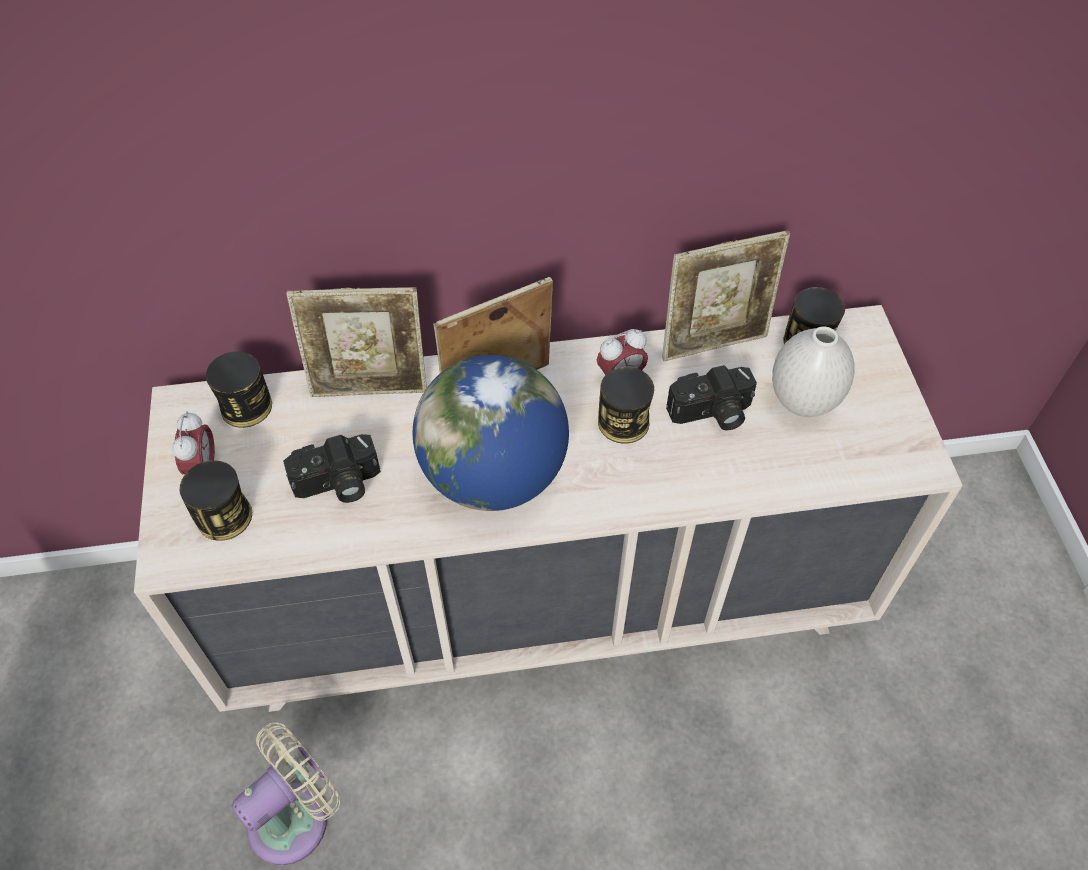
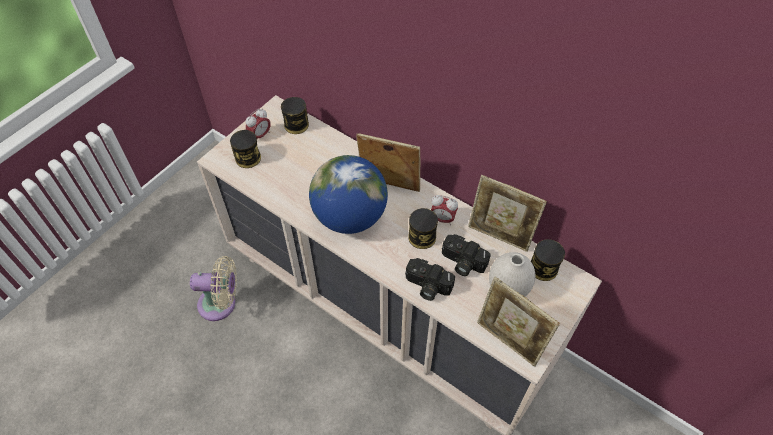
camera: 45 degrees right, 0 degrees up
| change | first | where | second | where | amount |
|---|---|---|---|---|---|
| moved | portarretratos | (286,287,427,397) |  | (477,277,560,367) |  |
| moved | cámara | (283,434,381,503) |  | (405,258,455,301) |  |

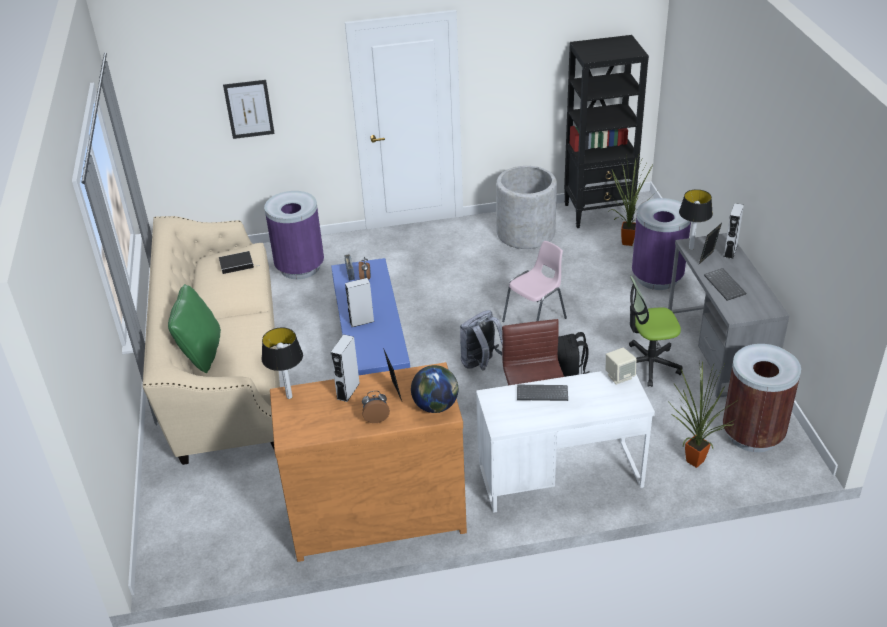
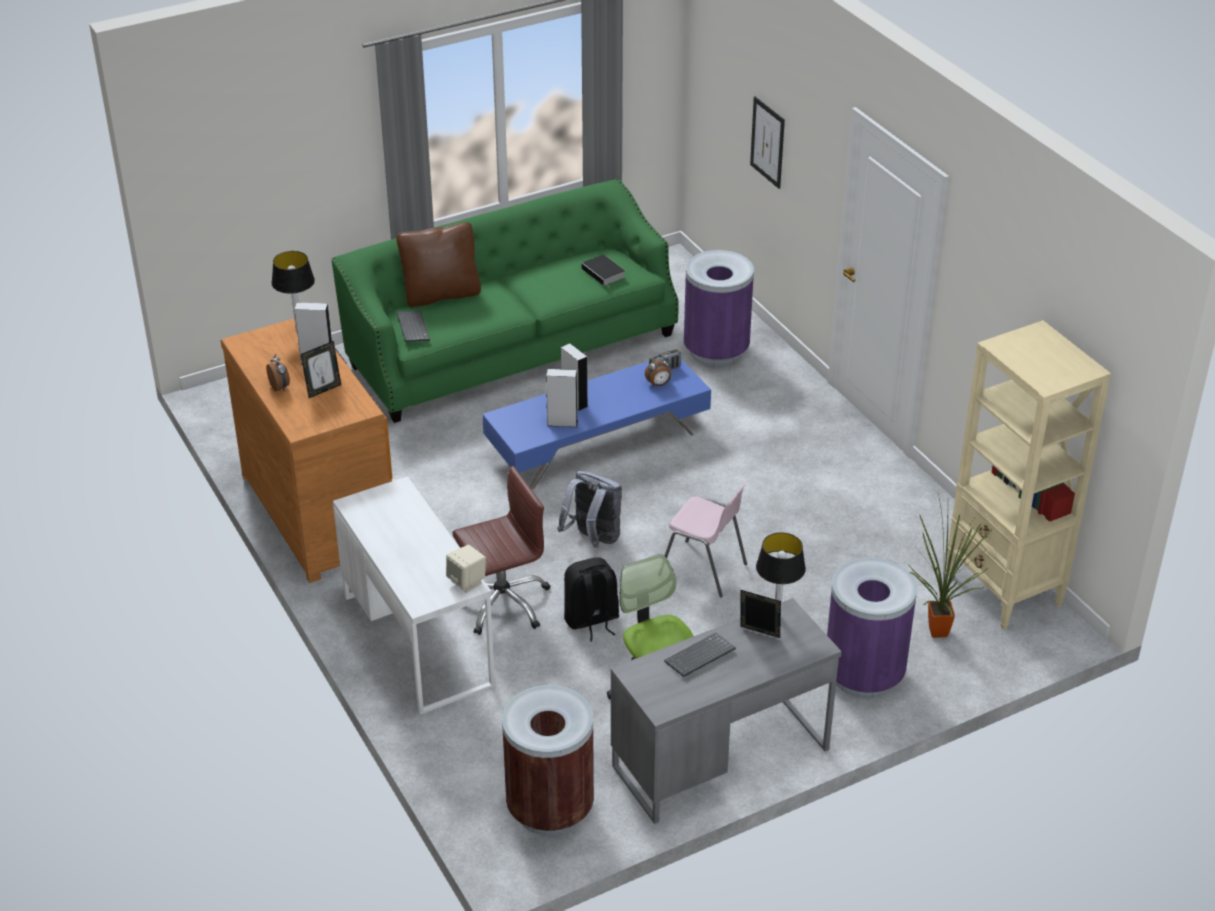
camera: 70 degrees right, 0 degrees up
| change | first | where | second | where | amount |
|---|---|---|---|---|---|
| recoloured | estantería [negro] | (564,35,649,228) | estantería [beis] | (946,320,1111,630) |  |
| removed | maceta [gris] | (496,166,557,249) |  |  |  |
| moved | altavoz [gris] | (723,203,744,259) |  | (546,369,578,427) |  |
| recoloured | sofá [beis] | (142,216,280,465) | sofá [verde] | (331,179,679,423) |  |
| recoloured | cojín [verde] | (168,284,221,373) | cojín [marrón] | (396,222,481,307) |  |
| removed | planta en maceta | (668,360,738,468) |  |  |  |
| removed | globo terráqueo | (411,365,458,413) |  |  |  |
| moved | teclado | (517,385,568,401) |  | (397,311,430,342) |  |

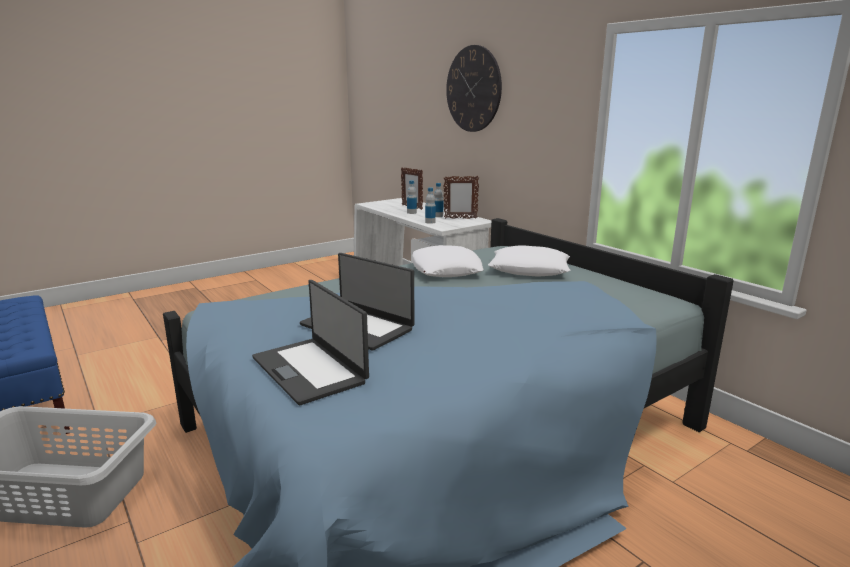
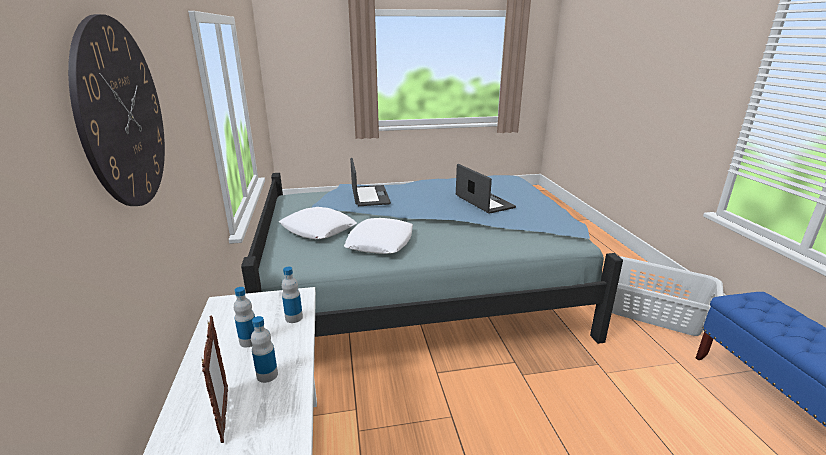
camera: 155 degrees left, 5 degrees up
| change | first | where | second | where | amount |
|---|---|---|---|---|---|
| removed | portarretratos | (443,176,479,219) |  |  |  |
| moved | portátil | (252,280,369,405) |  | (350,158,391,206) |  |

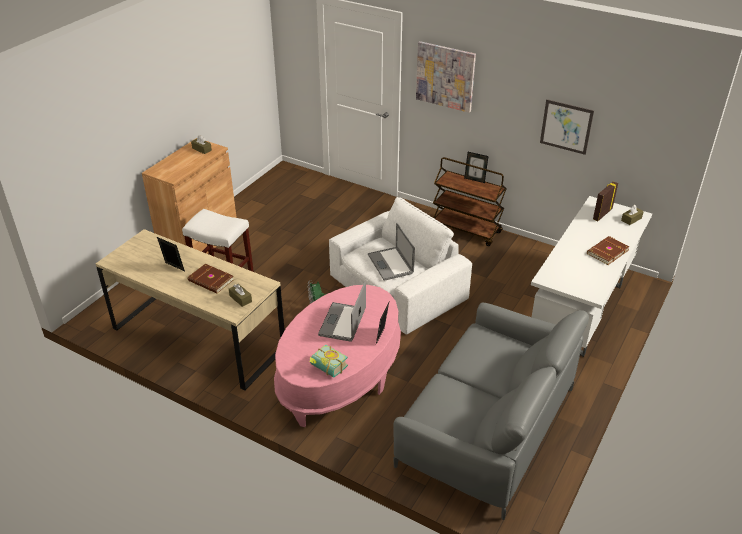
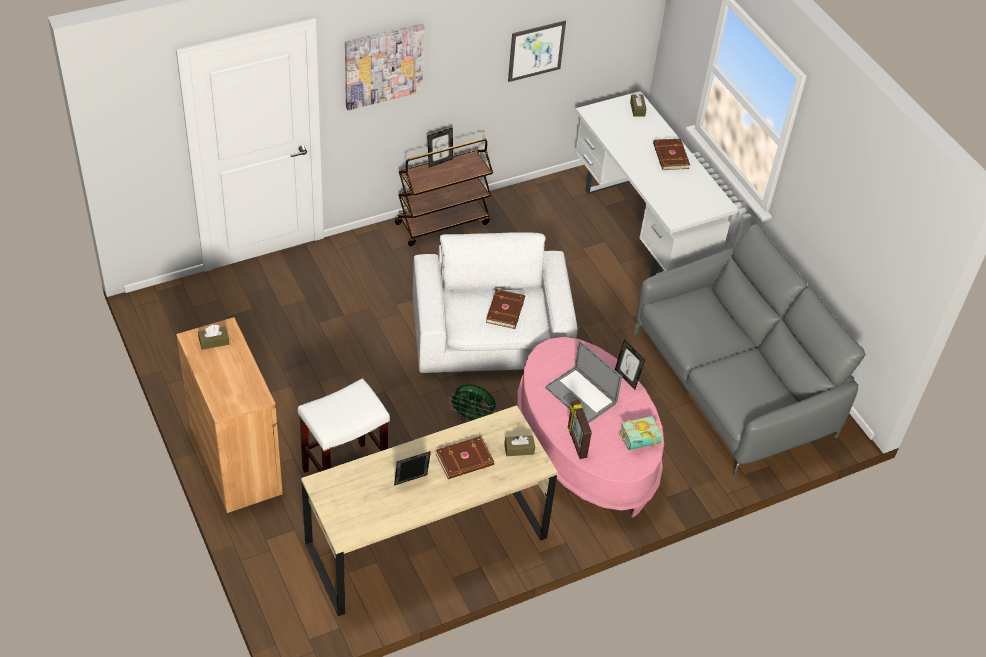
camera: 60 degrees left, 10 degrees up
| change | first | where | second | where | amount |
|---|---|---|---|---|---|
| moved | portarretratos | (593,181,618,221) |  | (568,400,592,459) |  |
| replaced | portátil | (368,222,415,281) | libro [marrón] | (486,289,525,329) |  |

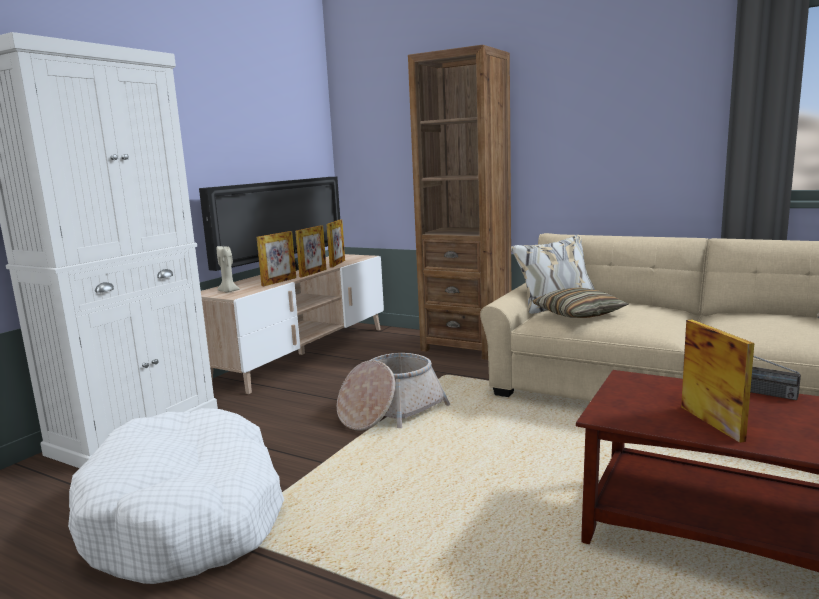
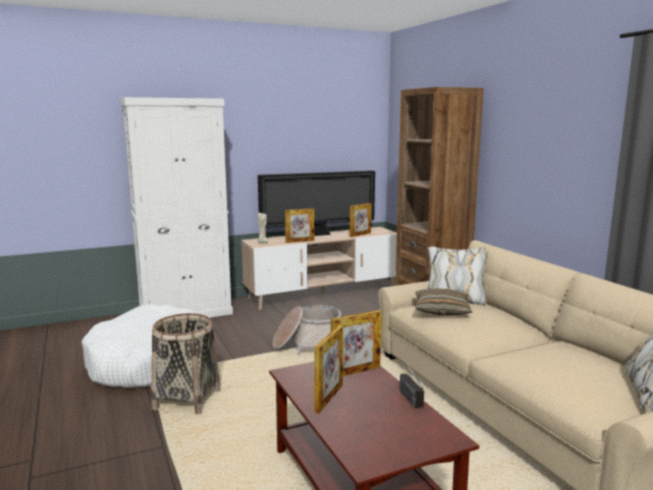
camera: 35 degrees right, 0 degrees up
| change | first | where | second | where | amount |
|---|---|---|---|---|---|
| moved | portarretratos | (295,225,327,277) |  | (331,310,382,376) |  |
| added |  |  | cesta | (151,313,221,415) |  |

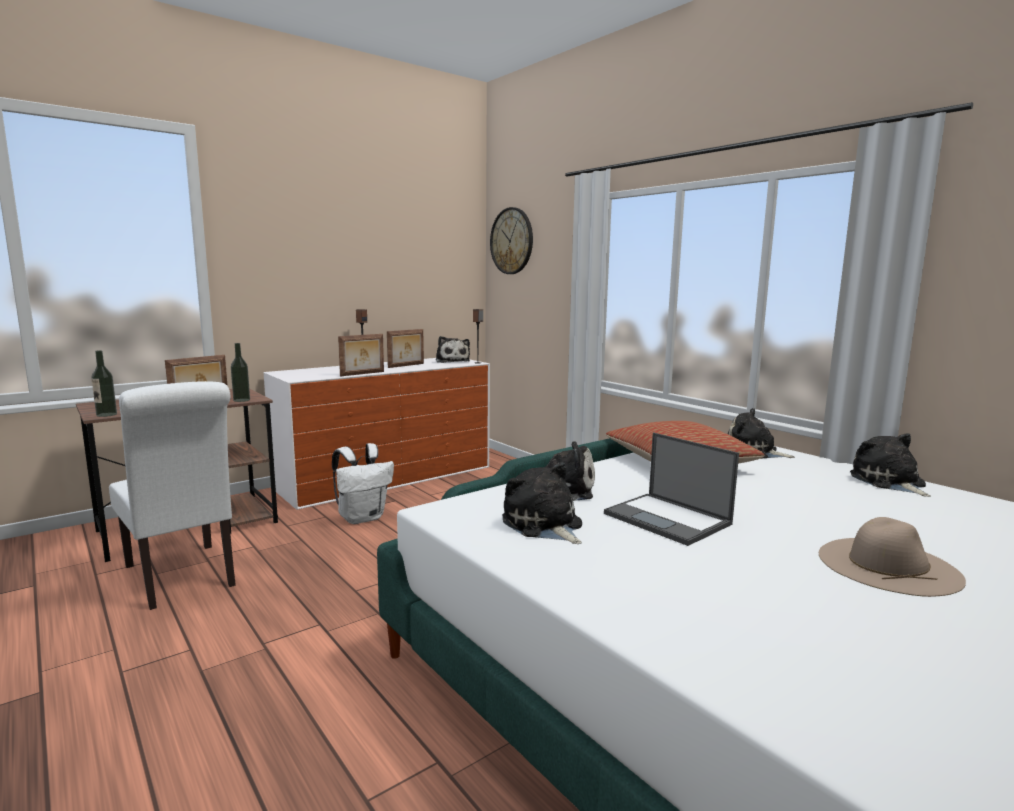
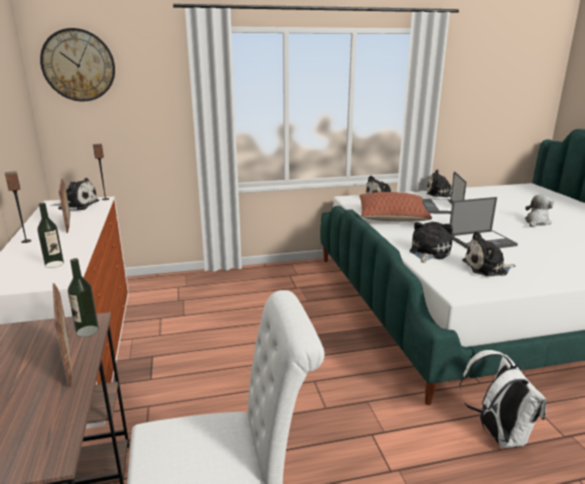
camera: 65 degrees left, 10 degrees up
| change | first | where | second | where | amount |
|---|---|---|---|---|---|
| removed | portarretratos | (338,334,384,377) |  |  |  |
| moved | botella | (91,350,117,417) |  | (37,203,64,268) |  |
| moved | mochila [blanco] | (332,443,394,524) |  | (459,350,547,448) |  |
| replaced | sombrero [beis] | (819,517,966,597) | peluche | (525,195,554,227) |  |
| added |  |  | portátil | (422,171,467,214) |  |

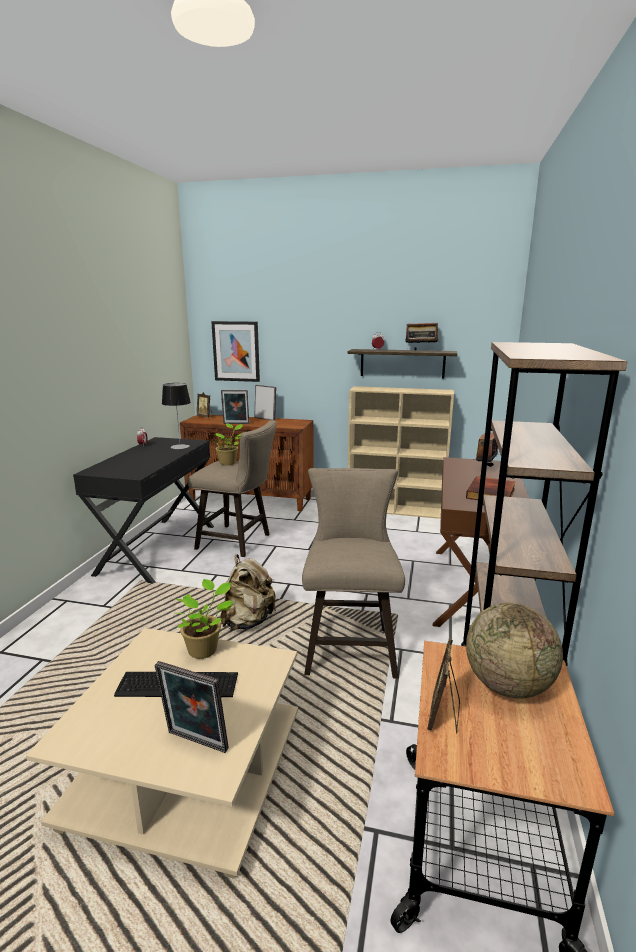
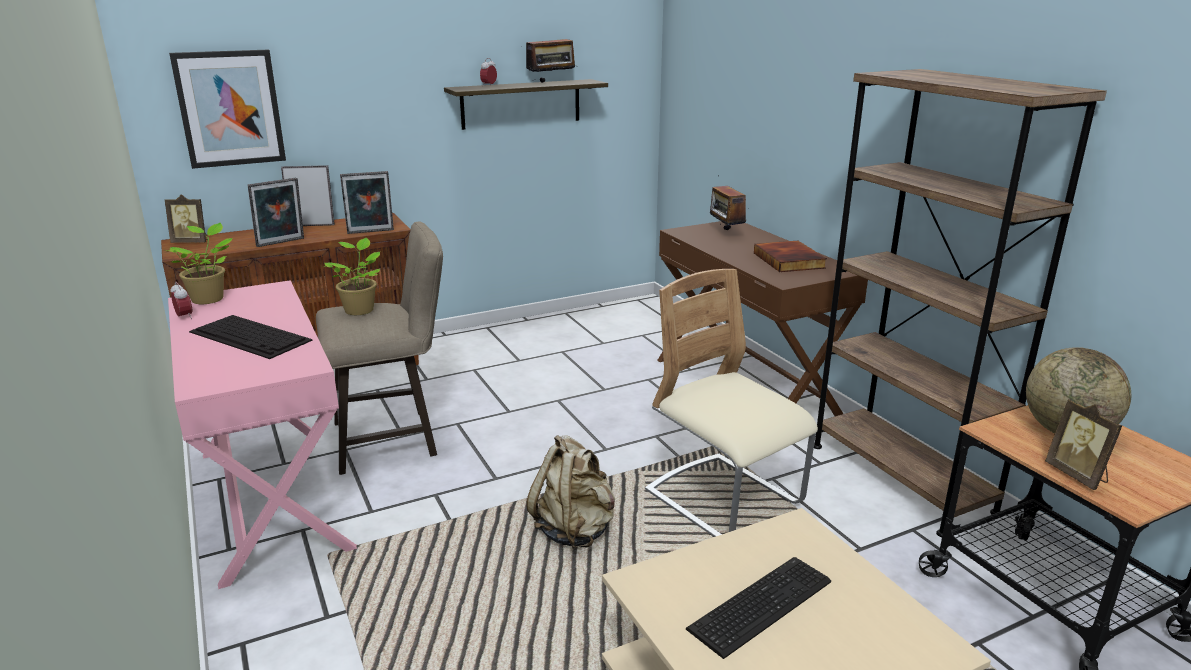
camera: 40 degrees left, 5 degrees up
| change | first | where | second | where | amount |
|---|---|---|---|---|---|
| removed | lámpara de mesa | (162,383,191,449) |  |  |  |
| removed | estantería [beis] | (348,386,454,519) |  |  |  |
| recoloured | escritorio [negro] | (73,437,214,583) | escritorio [rosa] | (168,280,357,589) |  |
| replaced | taburete [beis] | (302,468,405,679) | silla [beis] | (645,269,818,537) |  |
| moved | planta en maceta | (175,579,233,659) |  | (166,223,233,304) |  |
| moved | portarretratos | (155,661,229,753) |  | (340,171,394,234) |  |
| added |  |  | teclado | (189,315,313,359) |  |

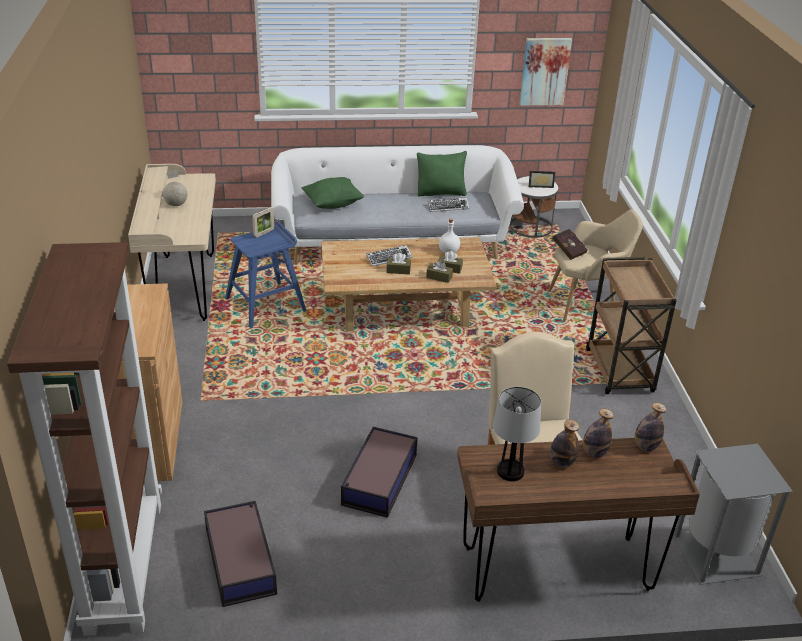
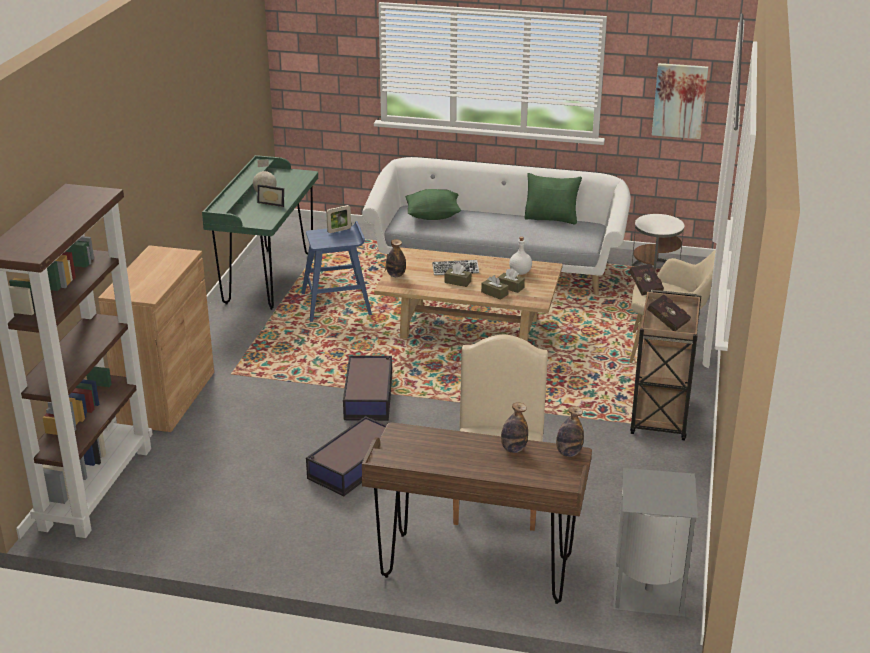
camera: 20 degrees right, 5 degrees down
| change | first | where | second | where | amount |
|---|---|---|---|---|---|
| recoloured | escritorio [beis] | (128,164,216,321) | escritorio [verde] | (202,155,318,310) |  |
| moved | portarretratos | (528,171,555,188) |  | (257,184,284,207) |  |
| removed | teclado | (428,197,469,212) |  |  |  |
| removed | lámpara de mesa | (493,387,541,481) |  |  |  |
| moved | botella | (550,419,580,468) |  | (386,239,406,277) |  |
| moved | caja de almacenaje | (204,501,277,607) |  | (343,355,392,421) |  |
| added |  |  | libro [rojo] | (647,295,691,331) |  |

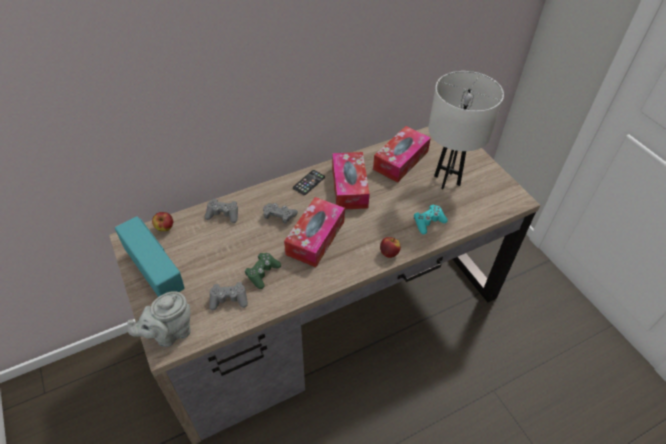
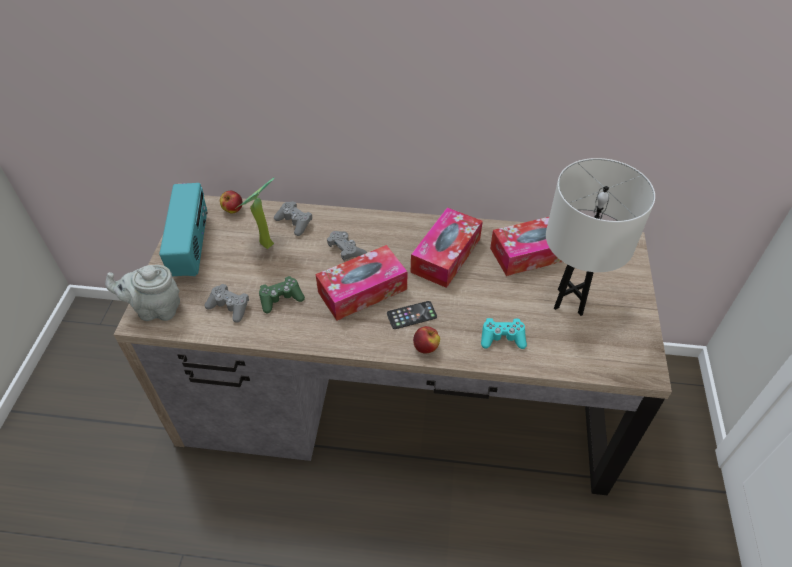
camera: 35 degrees right, 0 degrees up
| change | first | where | second | where | amount |
|---|---|---|---|---|---|
| moved | móvil | (293,170,325,195) |  | (387,301,437,329) |  |
| added |  |  | planta en maceta | (234,177,274,249) |  |

